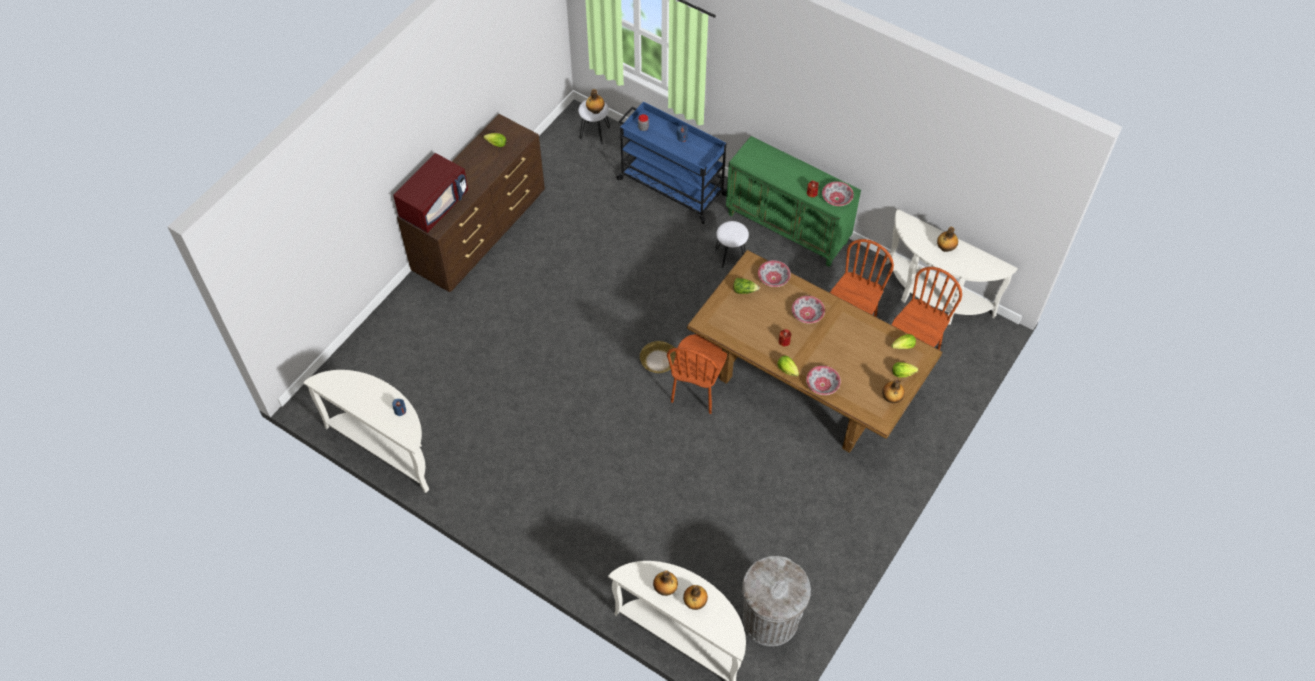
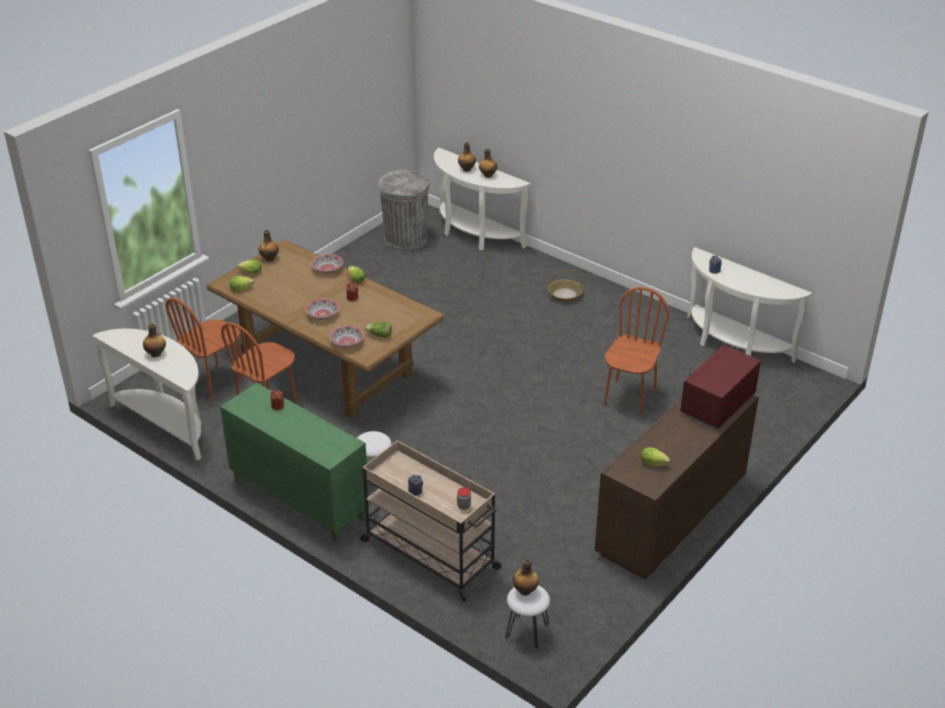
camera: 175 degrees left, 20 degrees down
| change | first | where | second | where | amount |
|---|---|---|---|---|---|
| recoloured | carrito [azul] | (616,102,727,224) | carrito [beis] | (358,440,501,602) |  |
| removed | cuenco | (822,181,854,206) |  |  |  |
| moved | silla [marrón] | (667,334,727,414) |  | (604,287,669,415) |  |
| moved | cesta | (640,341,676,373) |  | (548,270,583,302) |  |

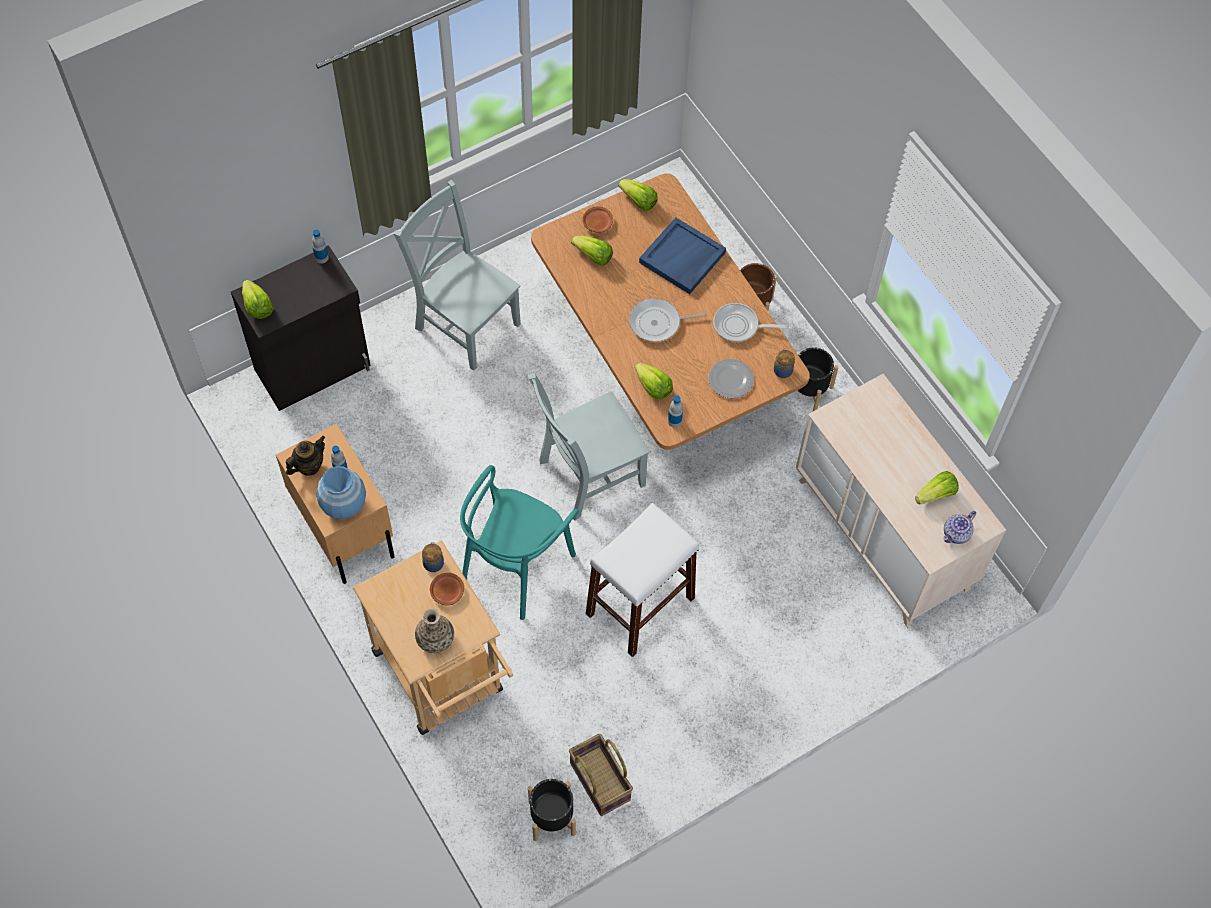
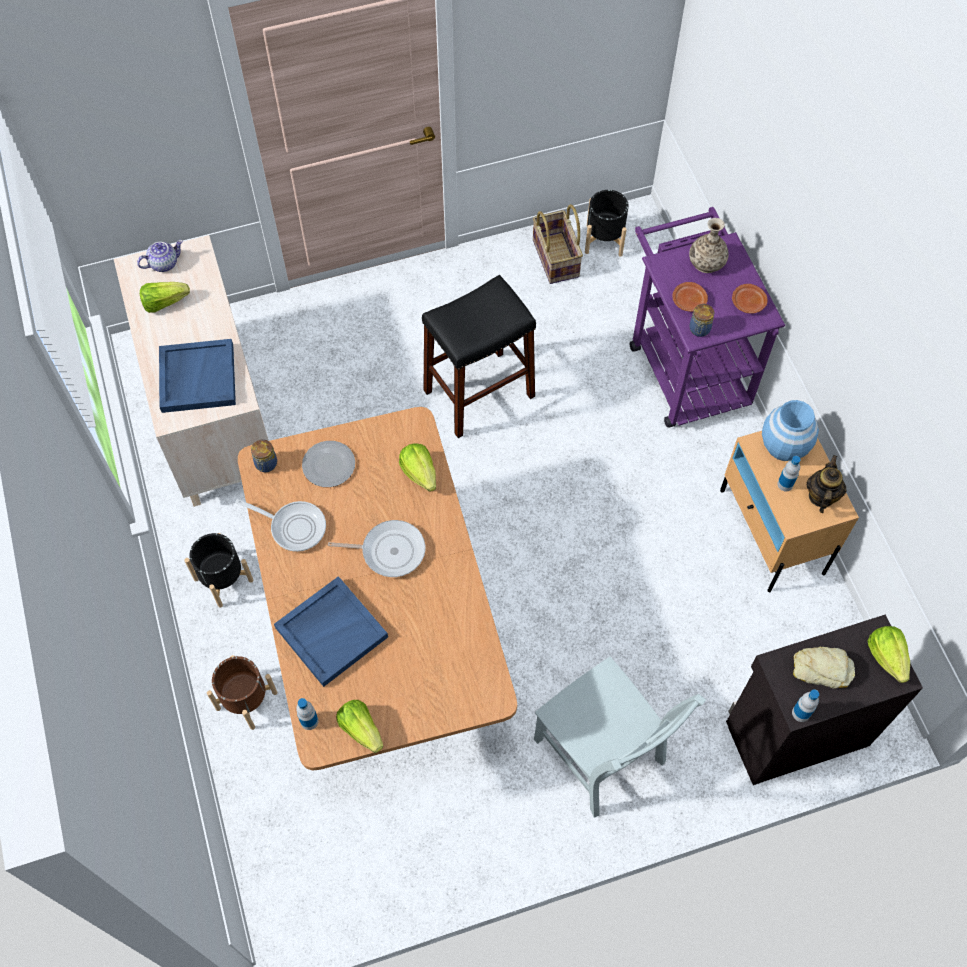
camera: 165 degrees left, 0 degrees up
| change | first | where | second | where | amount |
|---|---|---|---|---|---|
| moved | plato [marrón] | (583,206,613,233) |  | (732,284,768,314) |  |
| removed | lechuga | (571,236,613,266) |  |  |  |
| removed | silla [gris] | (528,373,650,521) |  |  |  |
| moved | botella | (668,396,683,428) |  | (296,698,319,730) |  |
| turned | tetera | (286,436,325,476) |  | (806,455,847,513) | 135 degrees clockwise |
| removed | silla [turquesa] | (460,465,579,620) |  |  |  |
| recoloured | taburete [blanco] | (586,503,699,657) | taburete [negro] | (422,275,536,438) |  |
| recoloured | carrito [beis] | (353,540,513,735) | carrito [morado] | (630,207,785,427) |  |
| added |  |  | bandeja [azul] | (159,339,236,413) |  |
| added |  |  | pan | (793,647,855,688) |  |

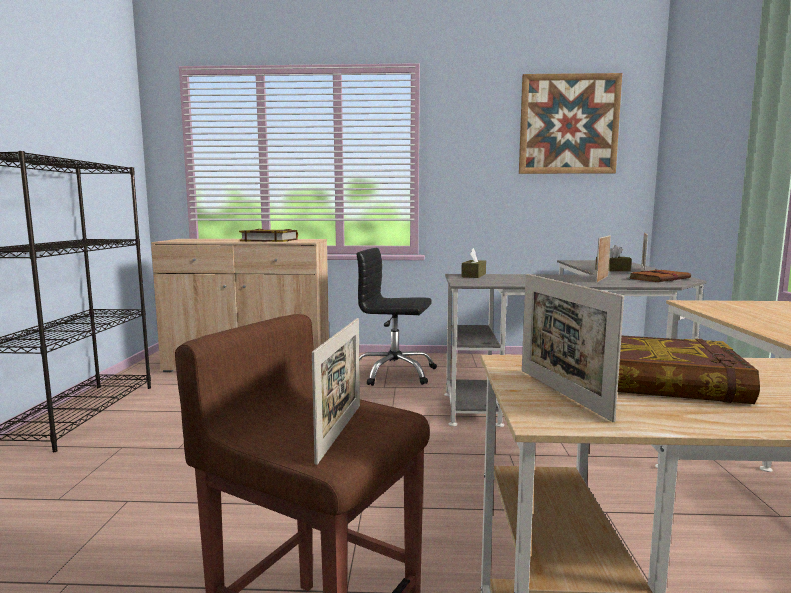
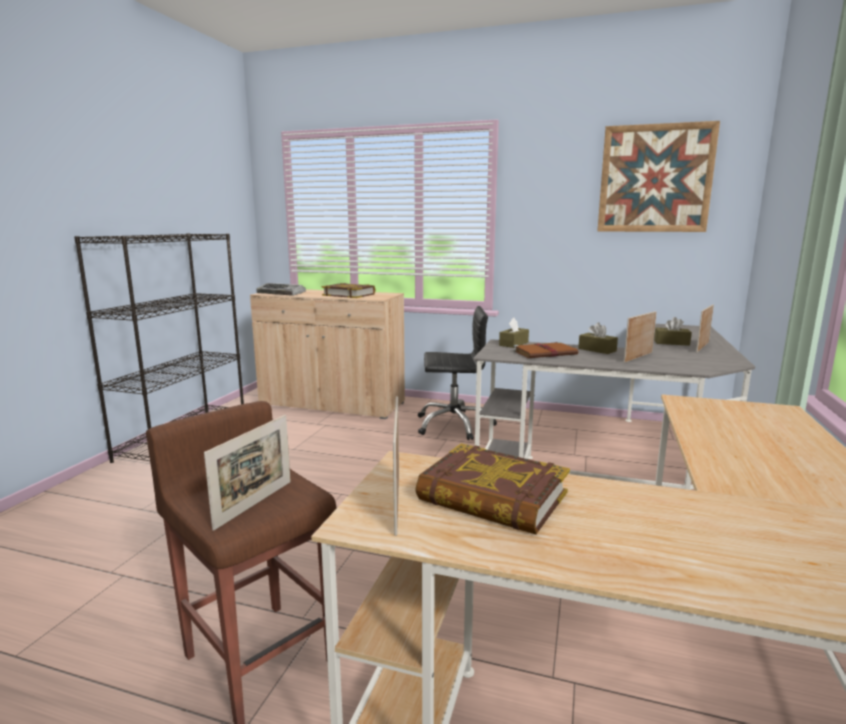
camera: 15 degrees right, 5 degrees up
| change | first | where | second | where | amount |
|---|---|---|---|---|---|
| turned | silla de oficina [negro] | (356,248,437,386) |  | (418,306,497,440) | 150 degrees clockwise |
| moved | libro [marrón] | (626,269,691,282) |  | (513,342,578,358) |  |
| added |  |  | teclado | (256,283,306,296) |  |
| added |  |  | caja de pañuelos [marrón] | (578,323,618,354) |  |

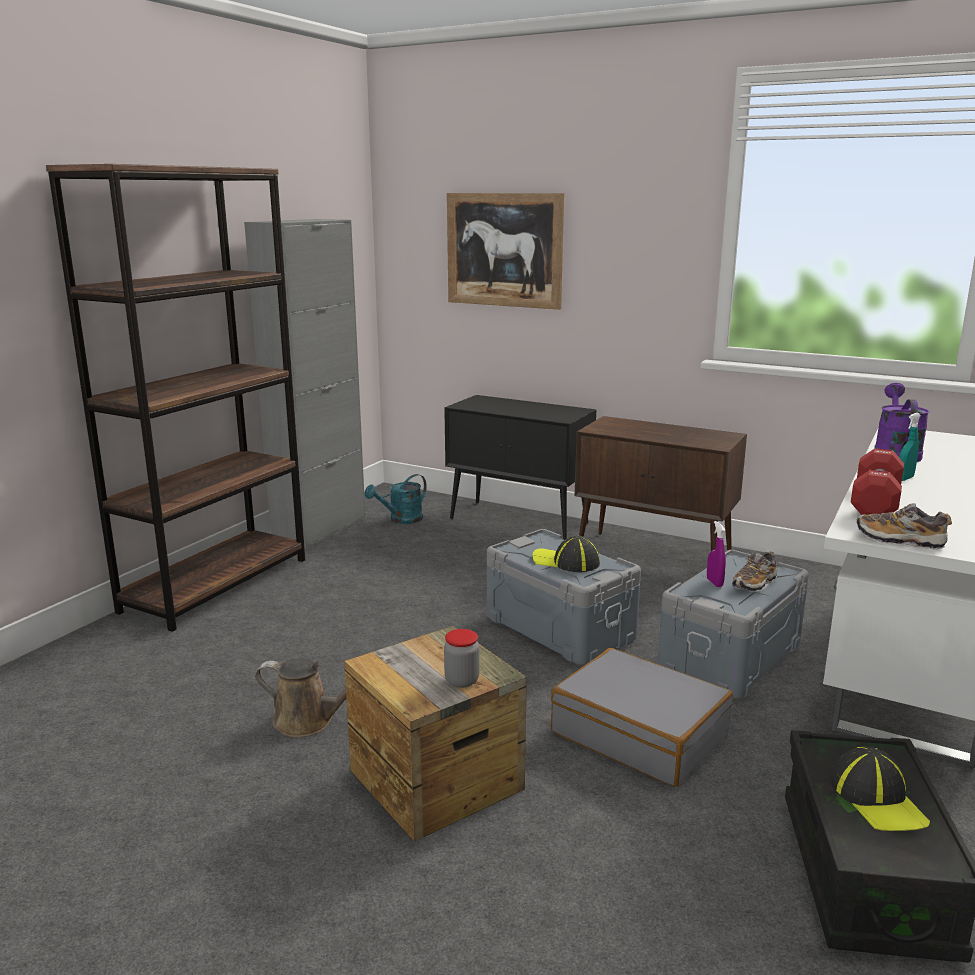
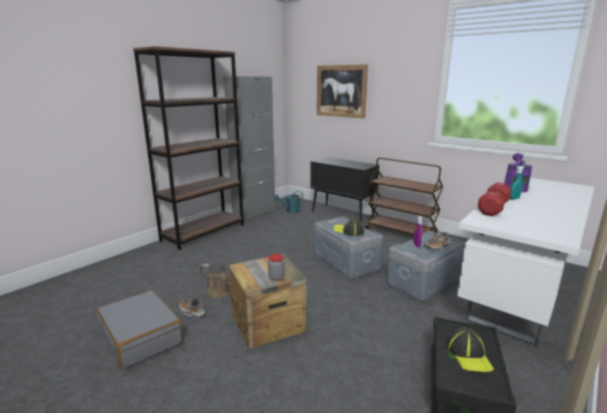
camera: 10 degrees right, 0 degrees up
| change | first | where | second | where | amount |
|---|---|---|---|---|---|
| replaced | armario [marrón] | (575,416,747,551) | carrito [marrón] | (365,158,443,235) |  |
| moved | zapato | (857,503,952,550) |  | (179,297,205,319) |  |
| moved | maleta [gris] | (551,648,733,787) |  | (96,290,183,369) |  |

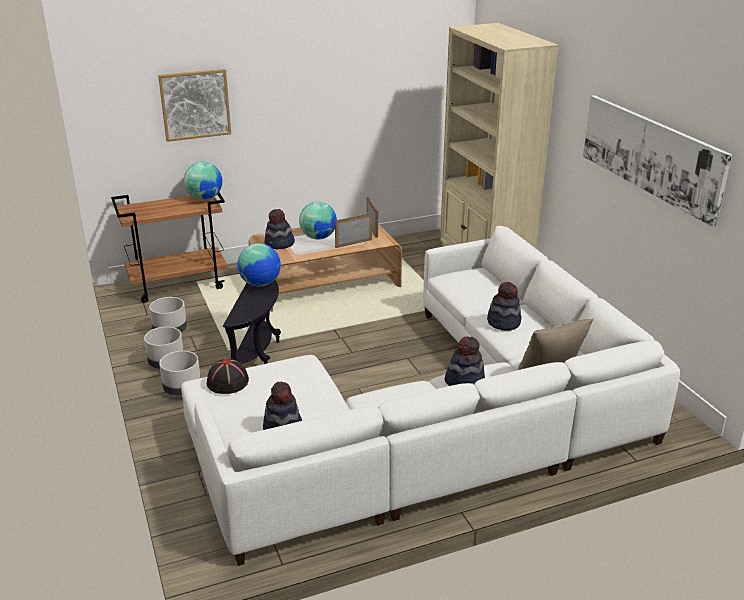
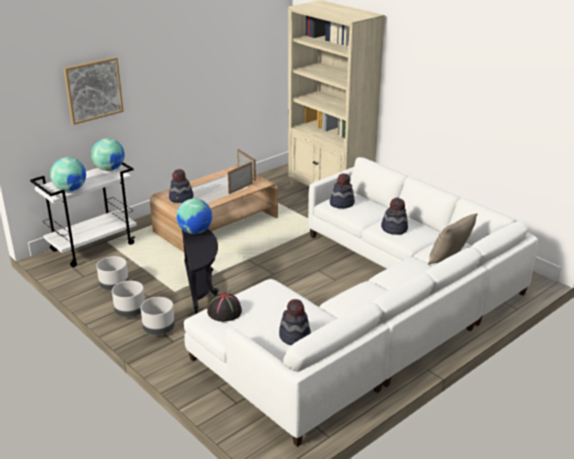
camera: 20 degrees left, 0 degrees up
| change | first | where | second | where | amount |
|---|---|---|---|---|---|
| removed | cuadro | (583,95,732,227) |  |  |  |
| recoloured | carrito [marrón] | (111,193,228,303) | carrito [blanco] | (30,163,137,267) |  |
| moved | globo terráqueo | (299,202,337,240) |  | (50,157,86,192) |  |
| moved | sombrero | (444,336,485,386) |  | (330,173,355,209) |  |

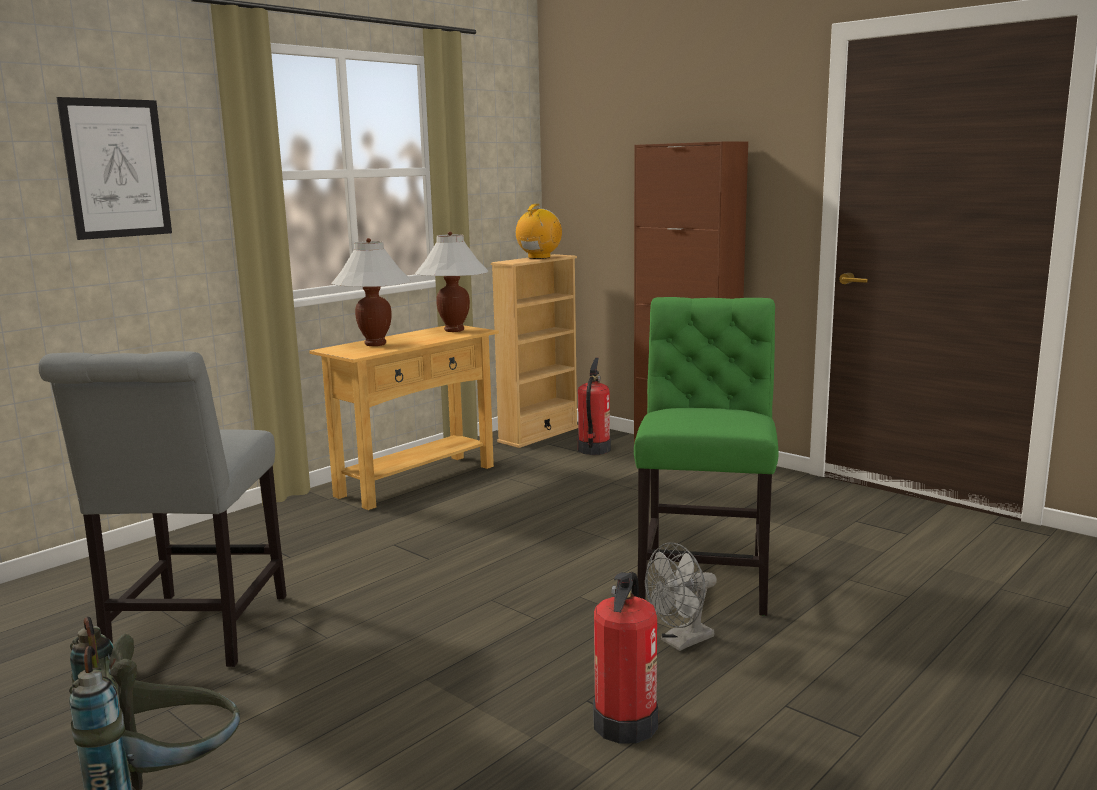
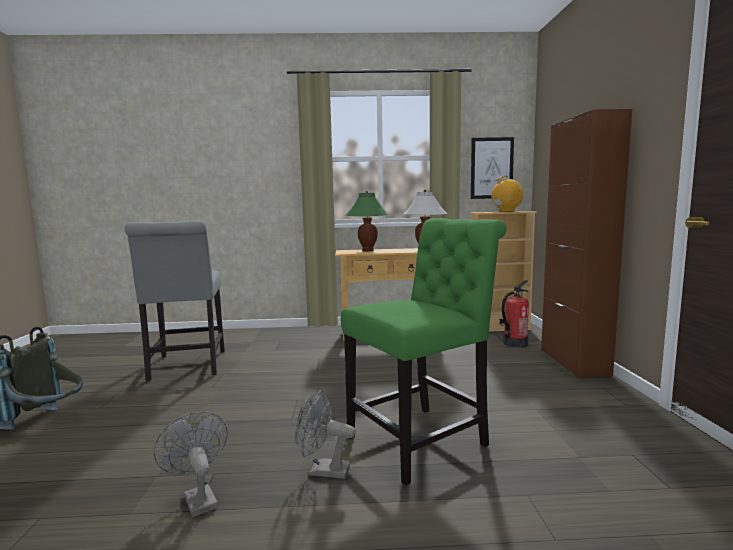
camera: 45 degrees right, 5 degrees down
| change | first | where | second | where | amount |
|---|---|---|---|---|---|
| moved | cuadro | (56,97,172,240) |  | (471,137,514,199) |  |
| recoloured | lámpara de mesa [blanco] | (331,238,411,346) | lámpara de mesa [verde] | (345,191,389,251) |  |
| turned | silla [gris] | (38,351,287,667) |  | (124,221,225,382) | 60 degrees counterclockwise |
| replaced | extintor | (593,572,658,744) | ventilador [gris] | (153,411,228,517) |  |

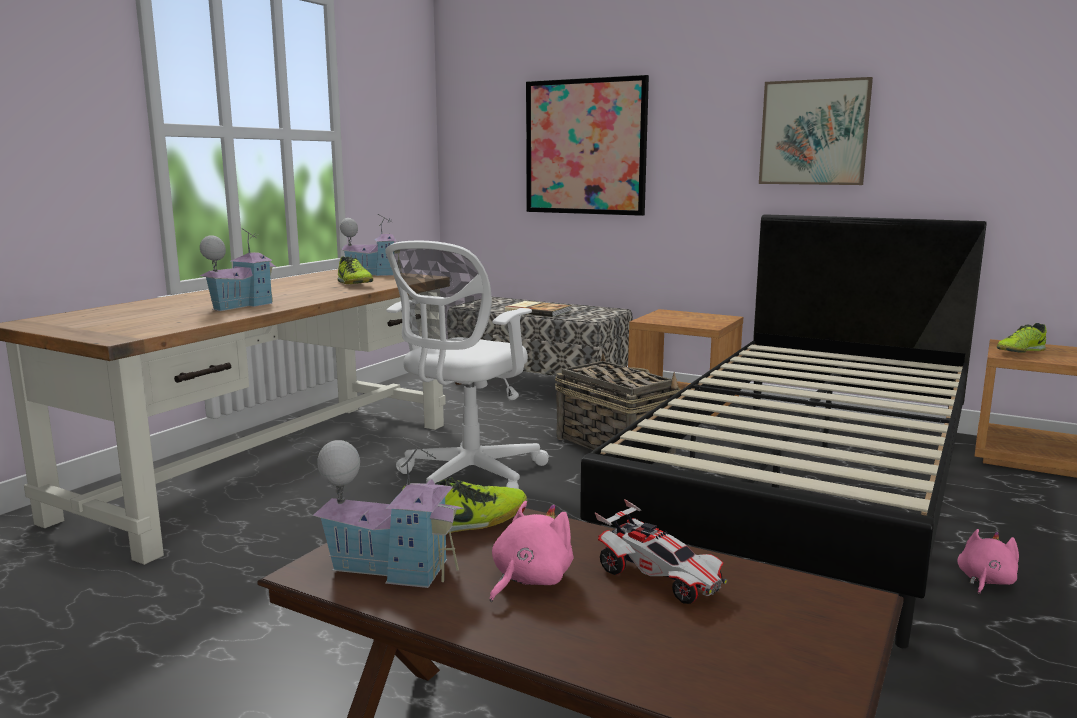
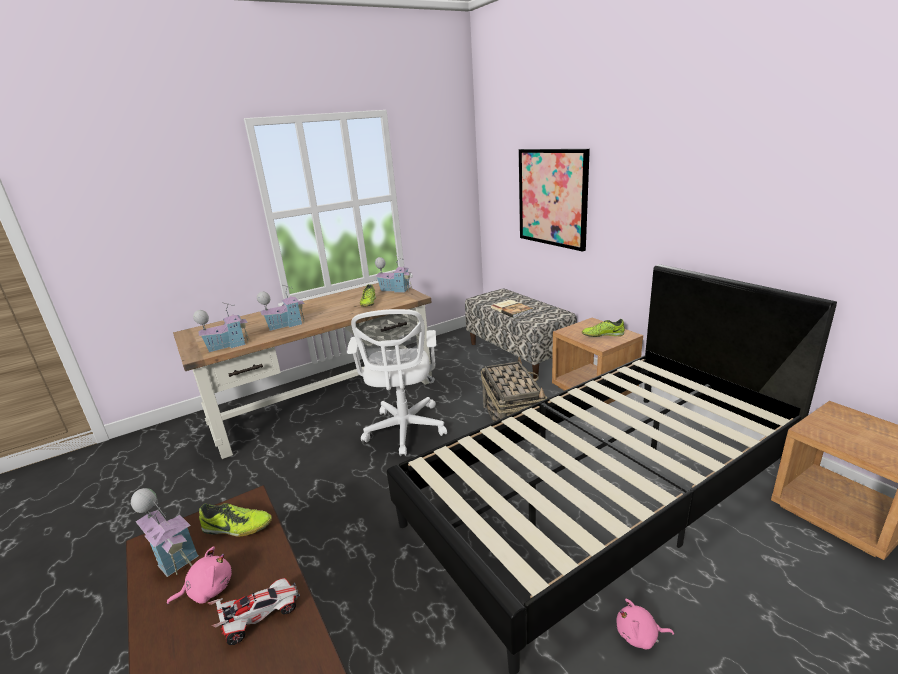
camera: 30 degrees right, 10 degrees up
| change | first | where | second | where | amount |
|---|---|---|---|---|---|
| removed | cuadro | (759,77,873,185) |  |  |  |
| turned | silla de oficina [blanco] | (385,241,549,489) |  | (347,309,447,456) | 60 degrees counterclockwise |
| moved | zapato | (997,323,1047,353) |  | (582,319,624,337) |  |
| turned | coche de juguete | (595,499,727,604) |  | (208,578,300,645) | 105 degrees counterclockwise |
| turned | peluche [rosa] | (957,529,1019,594) |  | (616,599,674,649) | 150 degrees counterclockwise |
| added |  |  | casita | (193,302,249,352) |  |

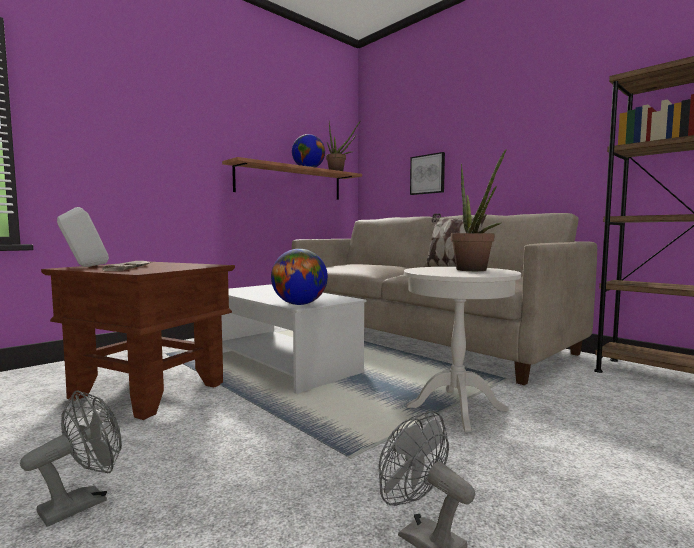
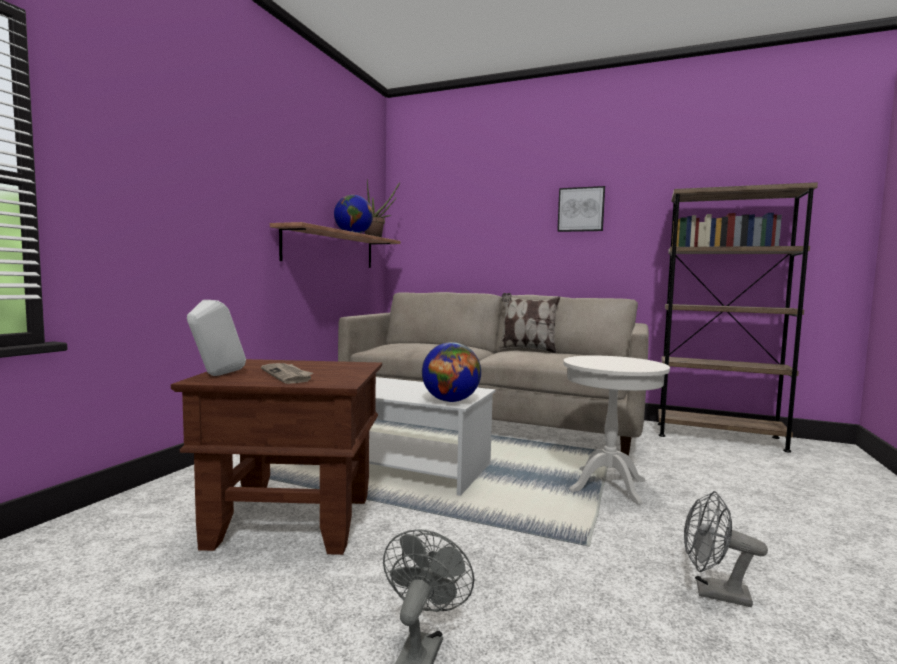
camera: 25 degrees left, 0 degrees up
| change | first | where | second | where | amount |
|---|---|---|---|---|---|
| removed | planta en maceta | (451,149,507,271) |  |  |  |
| moved | cuadro | (410,152,445,195) |  | (557,186,605,232) |  |

